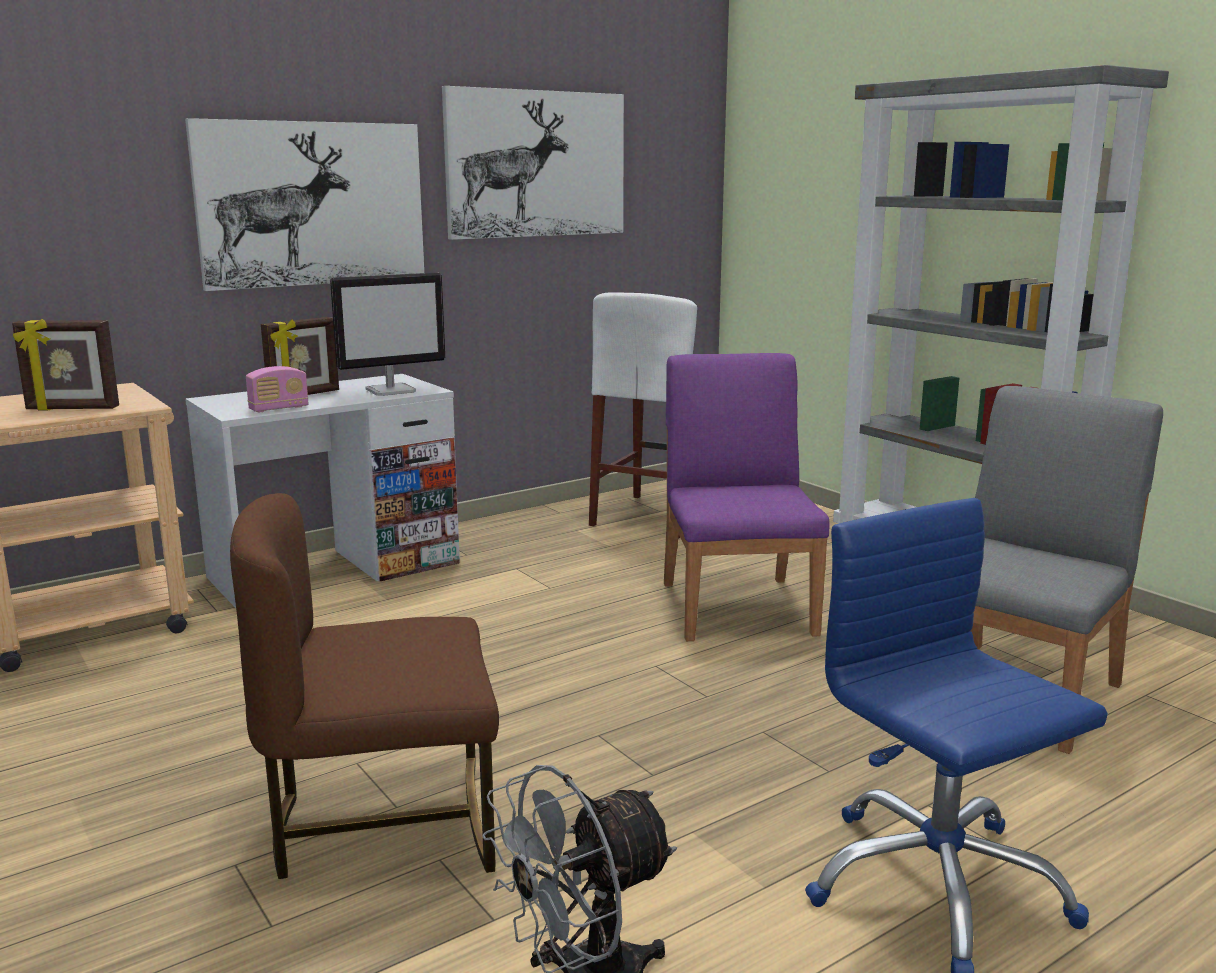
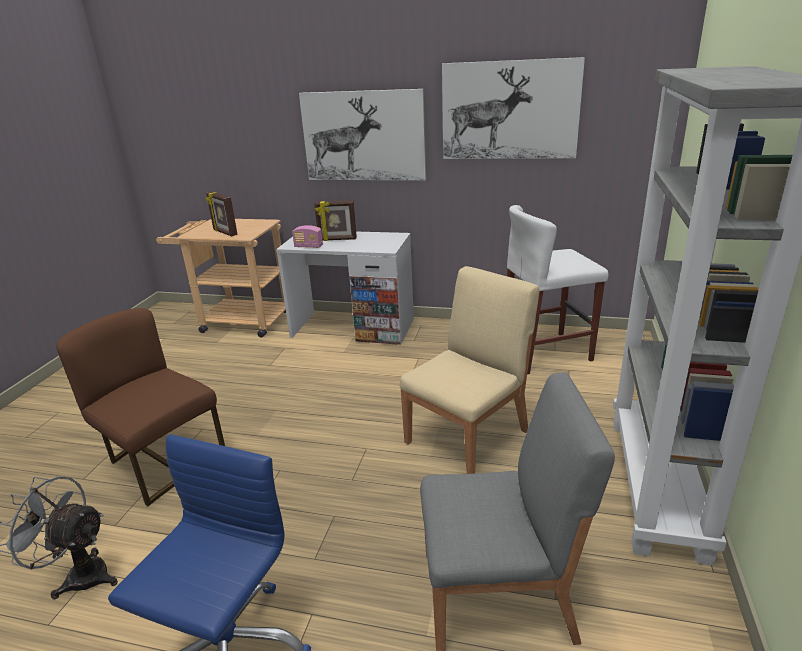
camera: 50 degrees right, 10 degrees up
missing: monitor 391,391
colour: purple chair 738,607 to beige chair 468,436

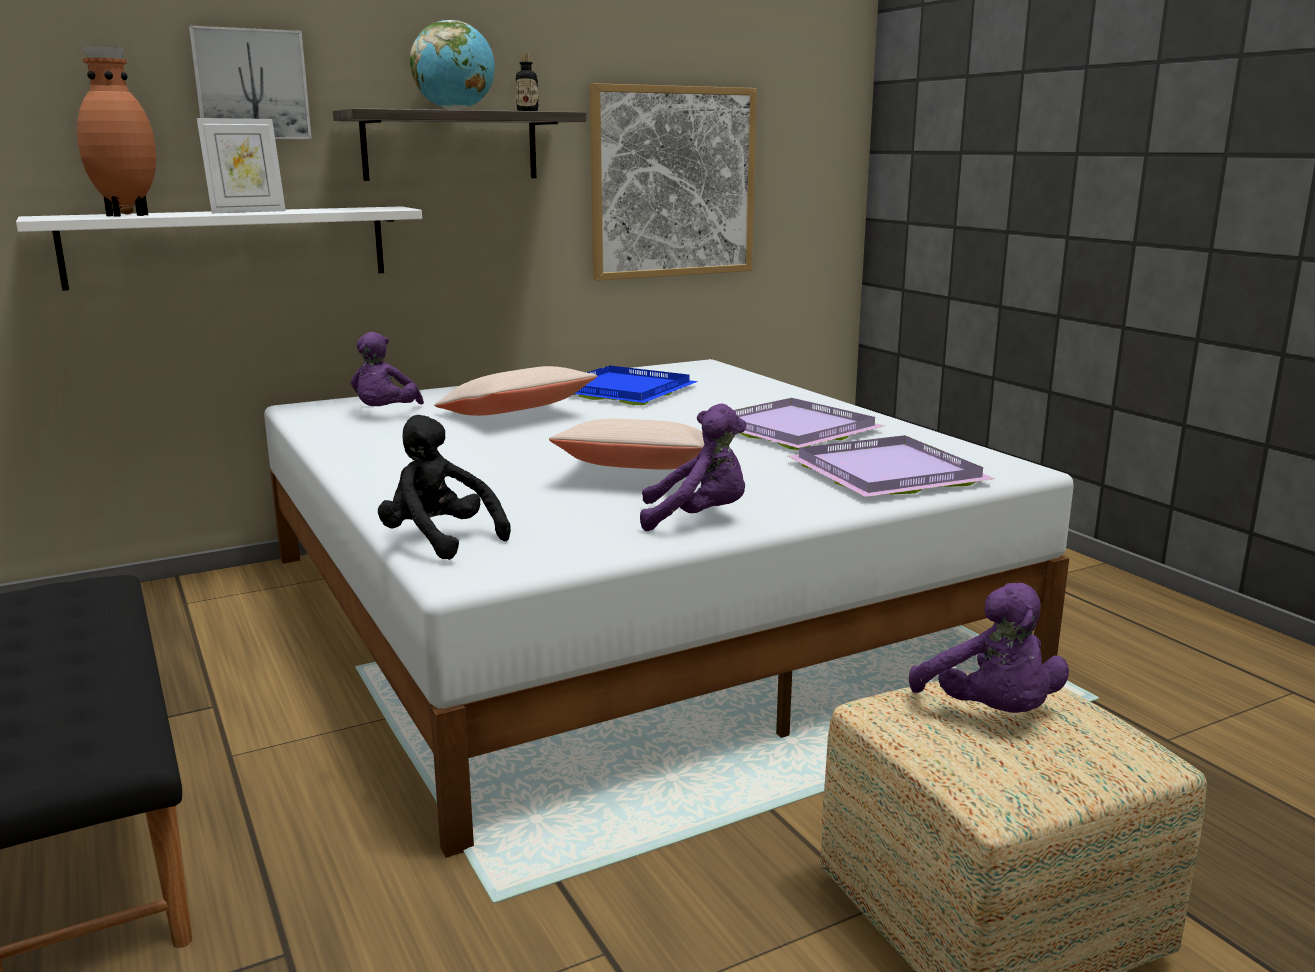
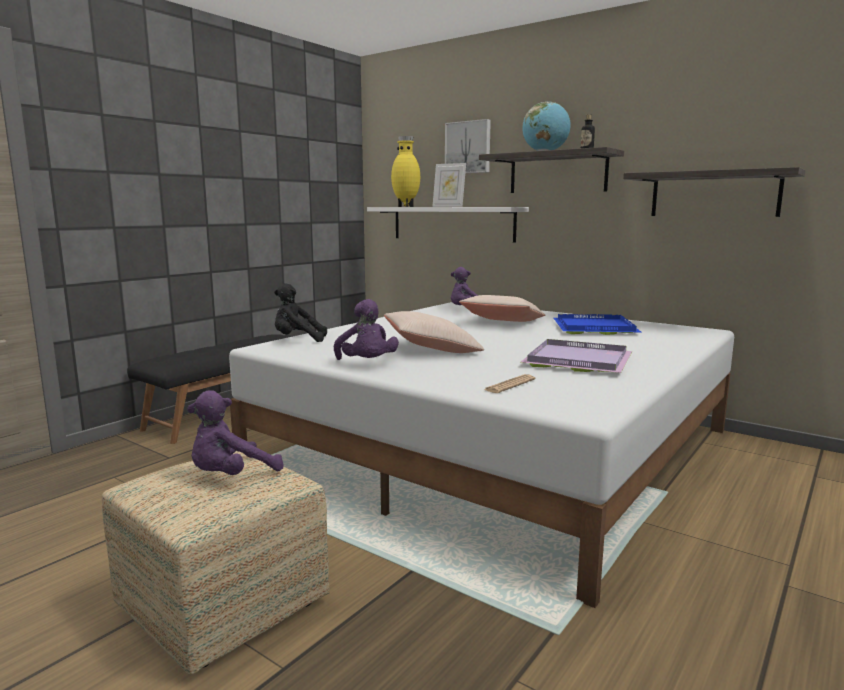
camera: 65 degrees right, 5 degrees down
exchanged: picture 673,182 to shelf 714,194; purple tray 883,473 to newspaper 509,385
colour: brown vase 127,215 to yellow vase 406,206
spun: black plush toy 439,540 = 298,340 105 degrees counterclockwise

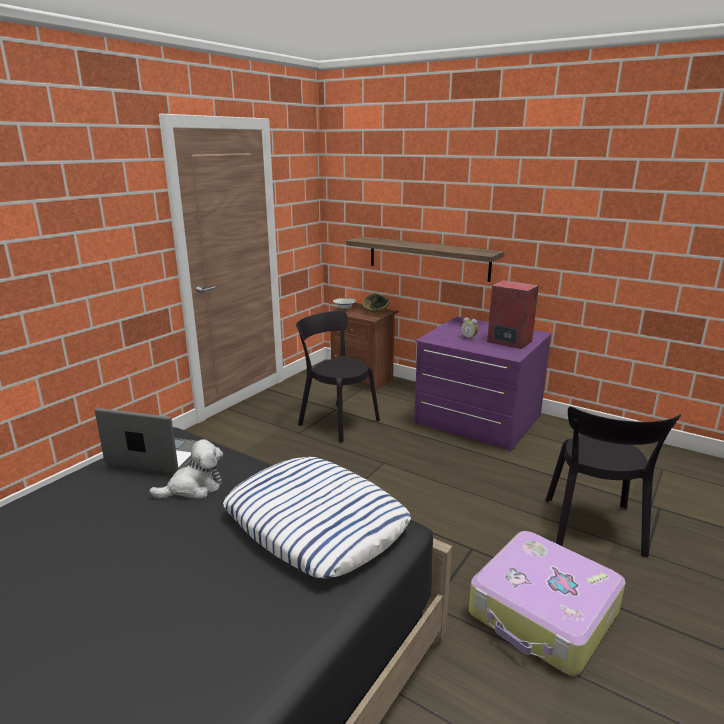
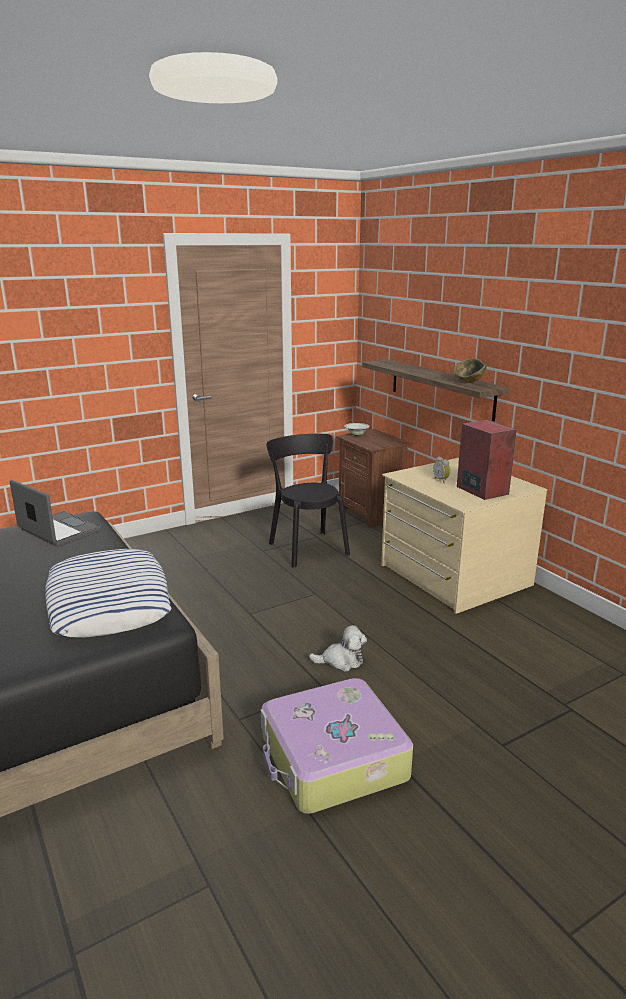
camera: 25 degrees right, 0 degrees up
missing: black chair 593,530
relocated: bowl 376,313 to 469,383; plush toy 194,487 to 341,661
colour: purple dresser 477,420 to beige dresser 453,575

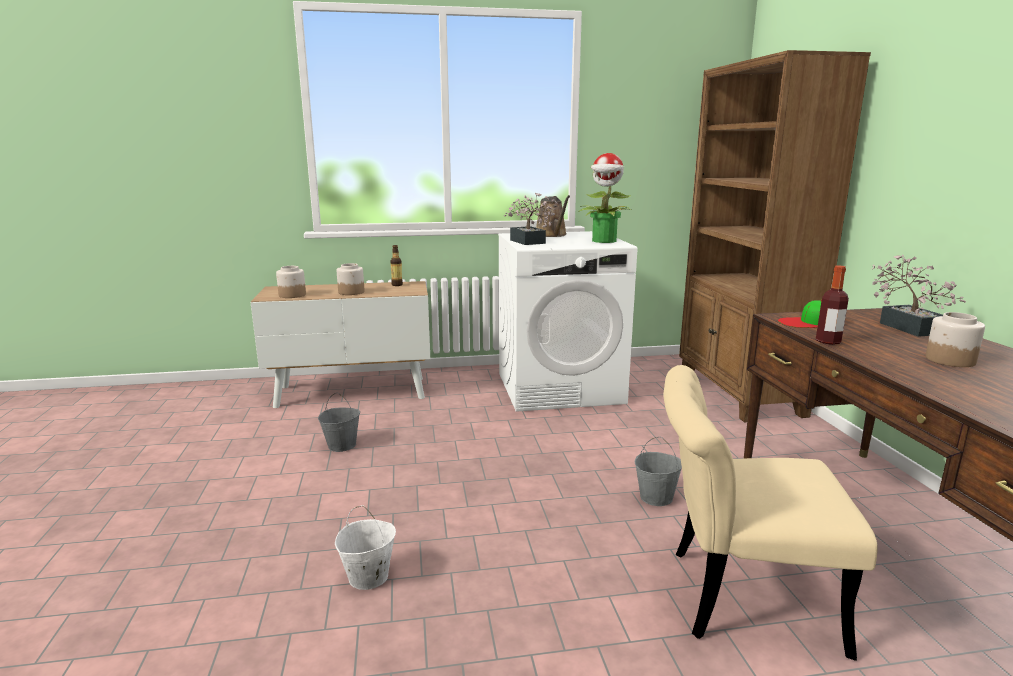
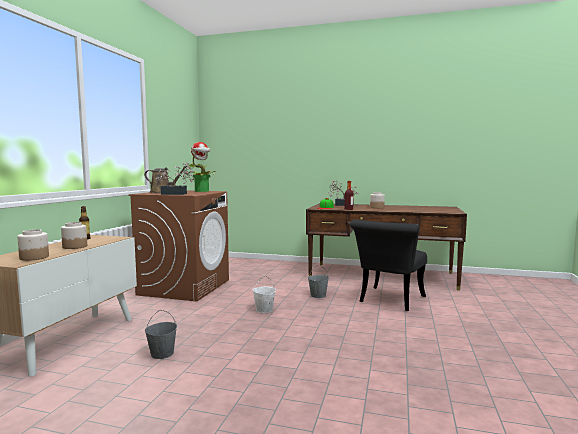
camera: 65 degrees left, 10 degrees down
missing: brown bookcase 739,393
relocated: white bucket 368,577 to 264,310
colour: white washing machine 560,388 to brown washing machine 185,287; beige chair 736,596 to black chair 388,301

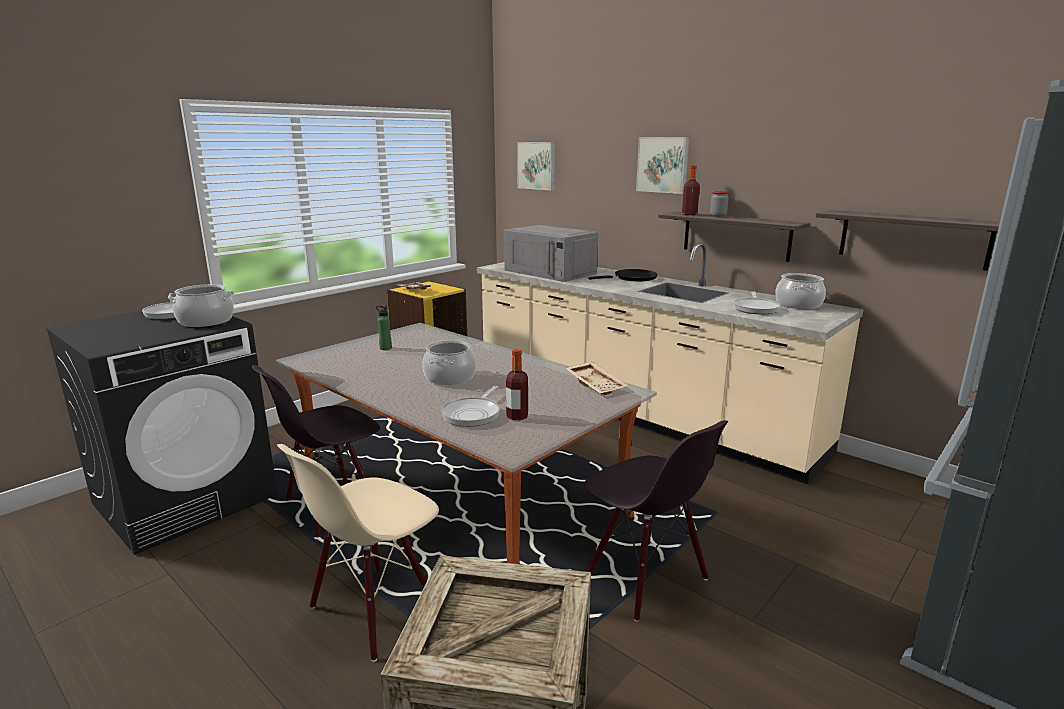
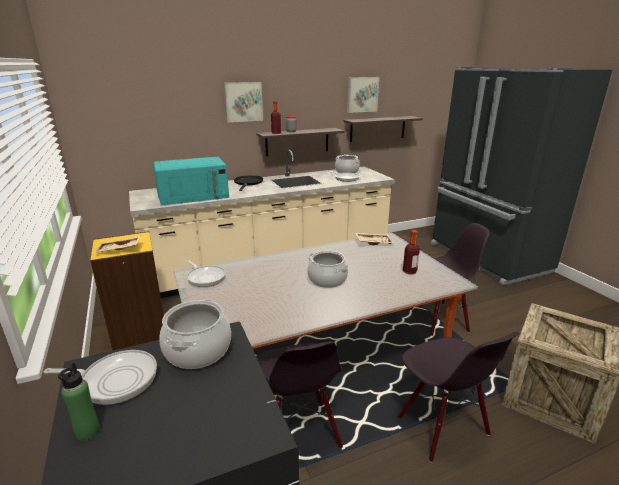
camera: 65 degrees left, 5 degrees up
relocated: picture 537,165 to 361,94; green bottle 385,348 to 87,431; frying pan 473,414 to 205,277
colour: grey microwave 551,272 to turquoise microwave 194,195; beige chair 374,610 to black chair 441,427

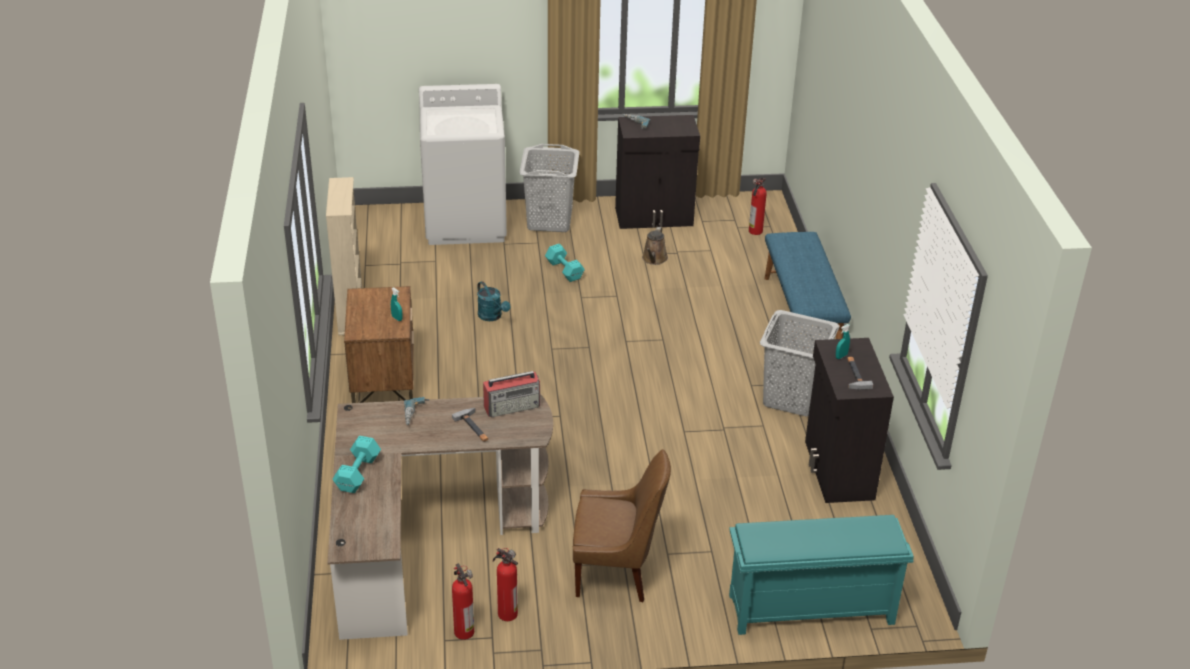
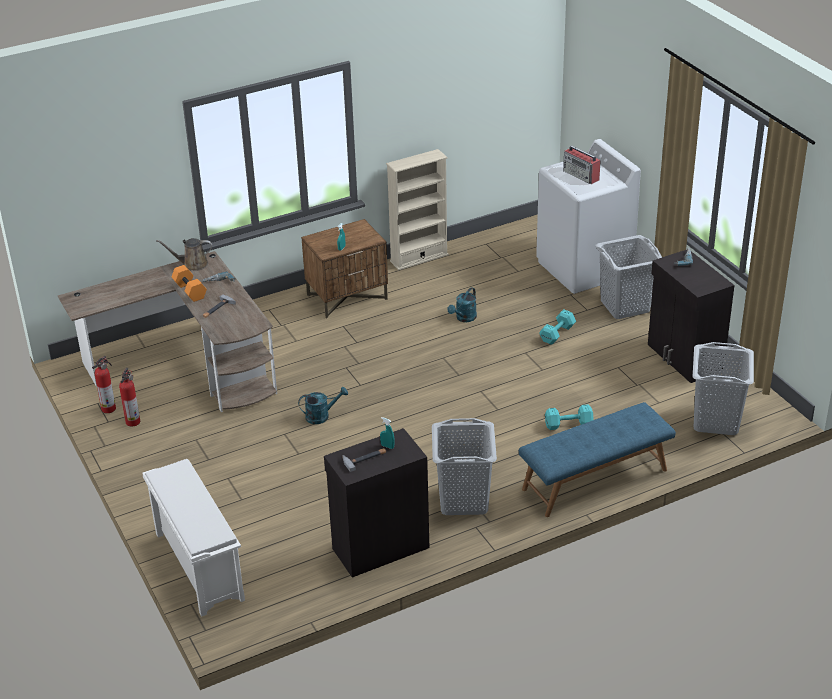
camera: 70 degrees right, 0 degrees up
missing: brown chair 616,573
appeared: orange dumbbell 190,290; turquoise watering can 321,416
relocated: brown watering can 654,259 to 192,264; radio 513,406 to 581,175; turquoise dumbbell 356,474 to 567,424
exchanged: fire extinguisher 755,231 to grey laundry basket 715,421
colour: turquoise shoe rack 809,610 to white shoe rack 197,565

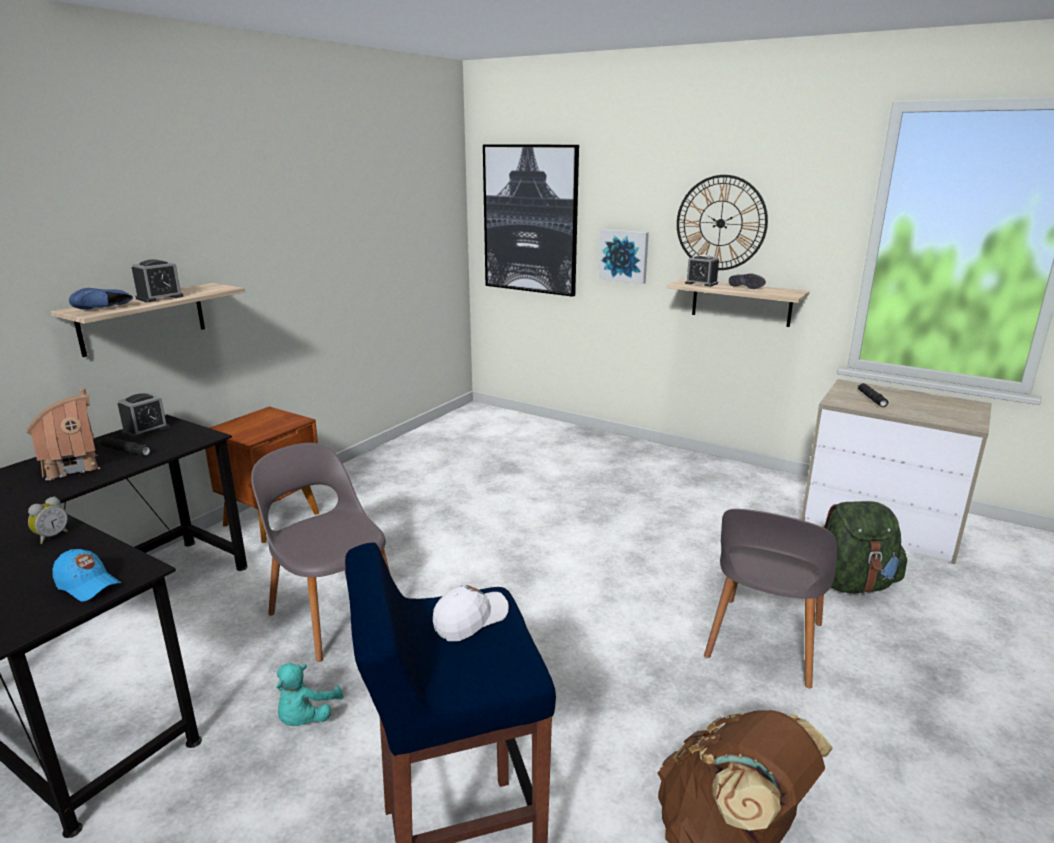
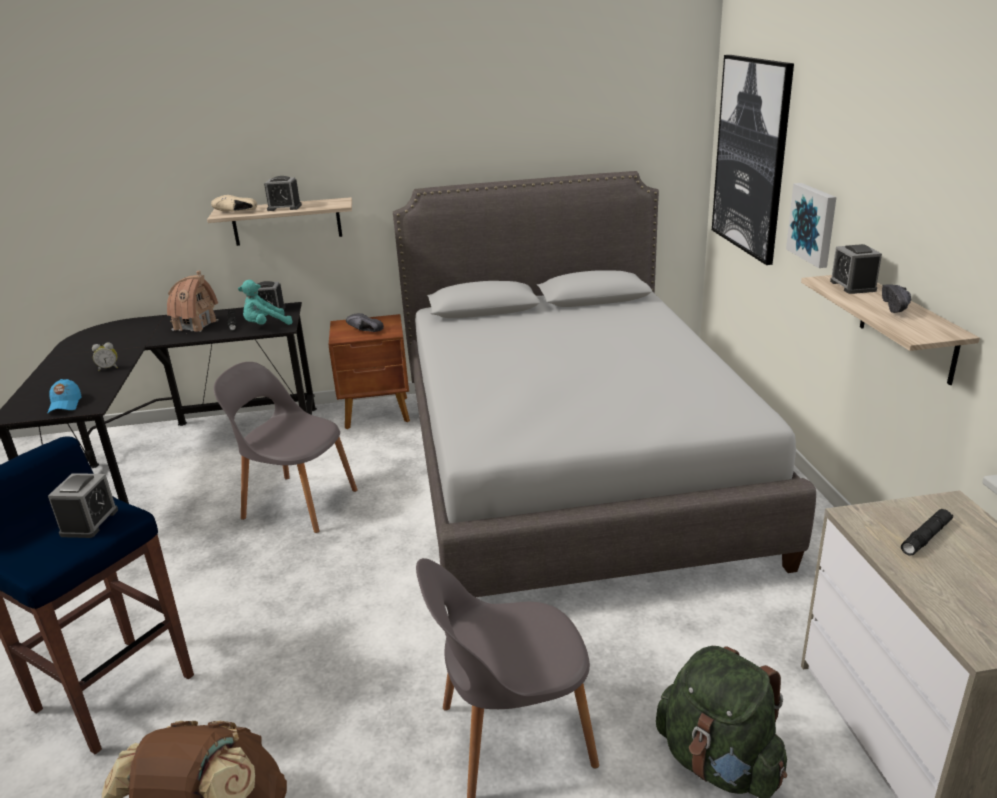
camera: 50 degrees right, 5 degrees up
missing: wall clock 720,223
appeared: grey bed 571,467; black shoe 363,331
relocated: turquoise plush toy 306,718 to 266,326
exchanged: white cap 470,620 to alarm clock 89,522
colour: blue shoe 106,309 to beige shoe 236,212
spun: grey chair 333,614 = 297,503 75 degrees counterclockwise

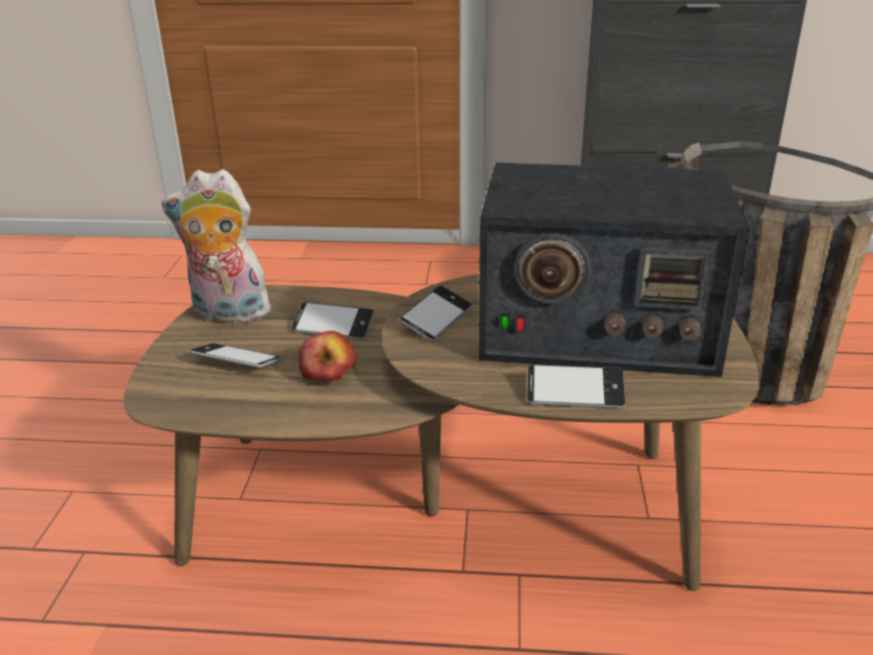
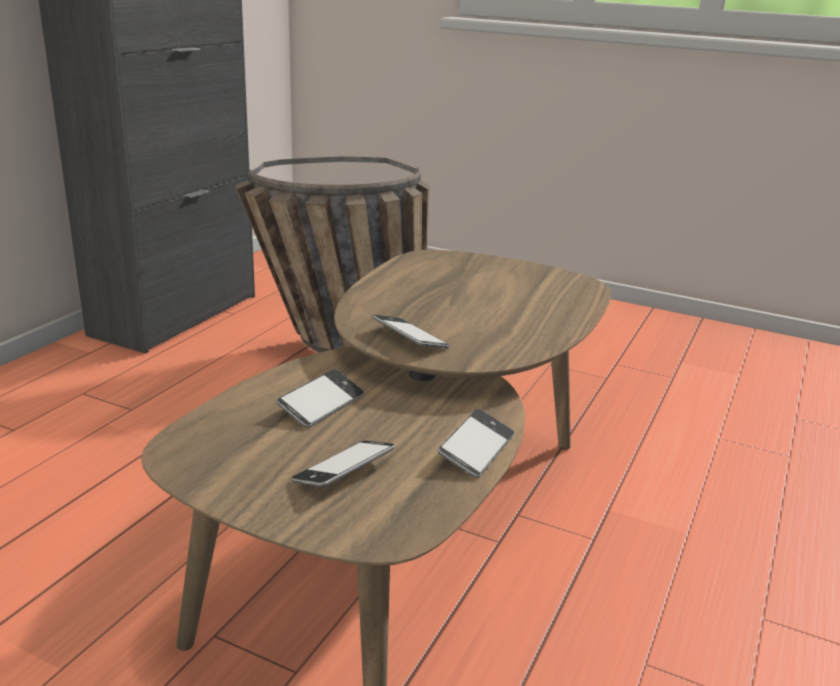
camera: 70 degrees left, 5 degrees down
missing: radio 594,330; plush toy 227,314; apple 329,371
relocated: phone 574,394 to 476,450

